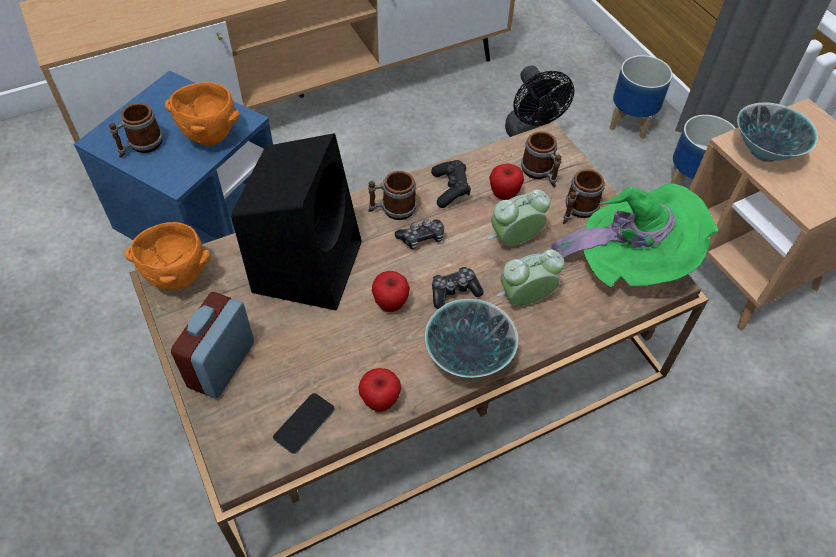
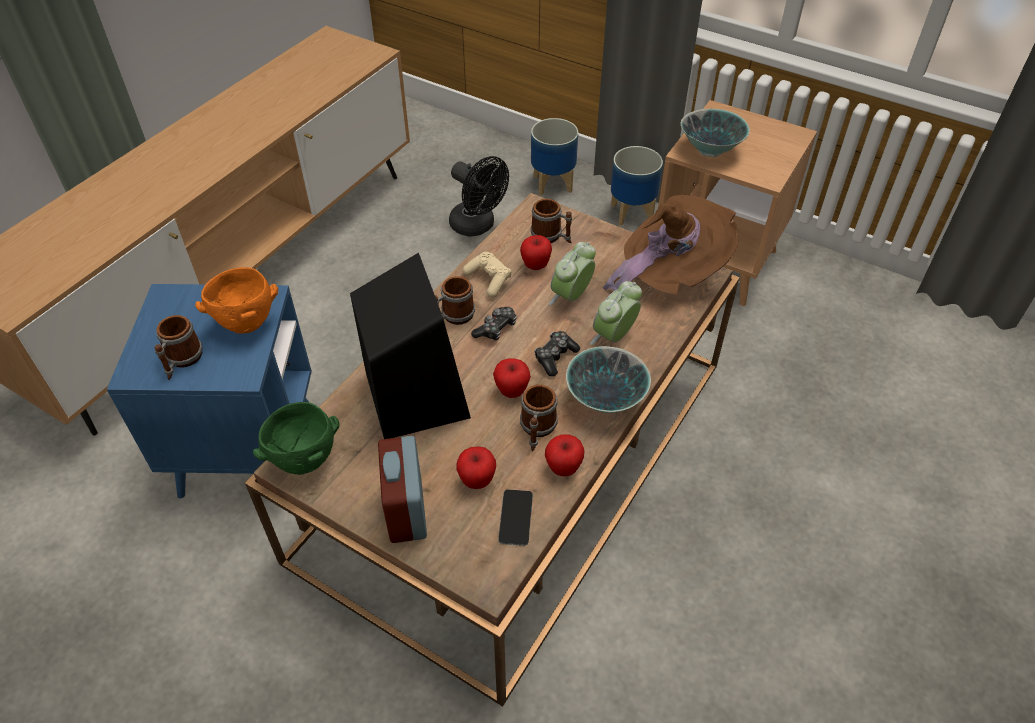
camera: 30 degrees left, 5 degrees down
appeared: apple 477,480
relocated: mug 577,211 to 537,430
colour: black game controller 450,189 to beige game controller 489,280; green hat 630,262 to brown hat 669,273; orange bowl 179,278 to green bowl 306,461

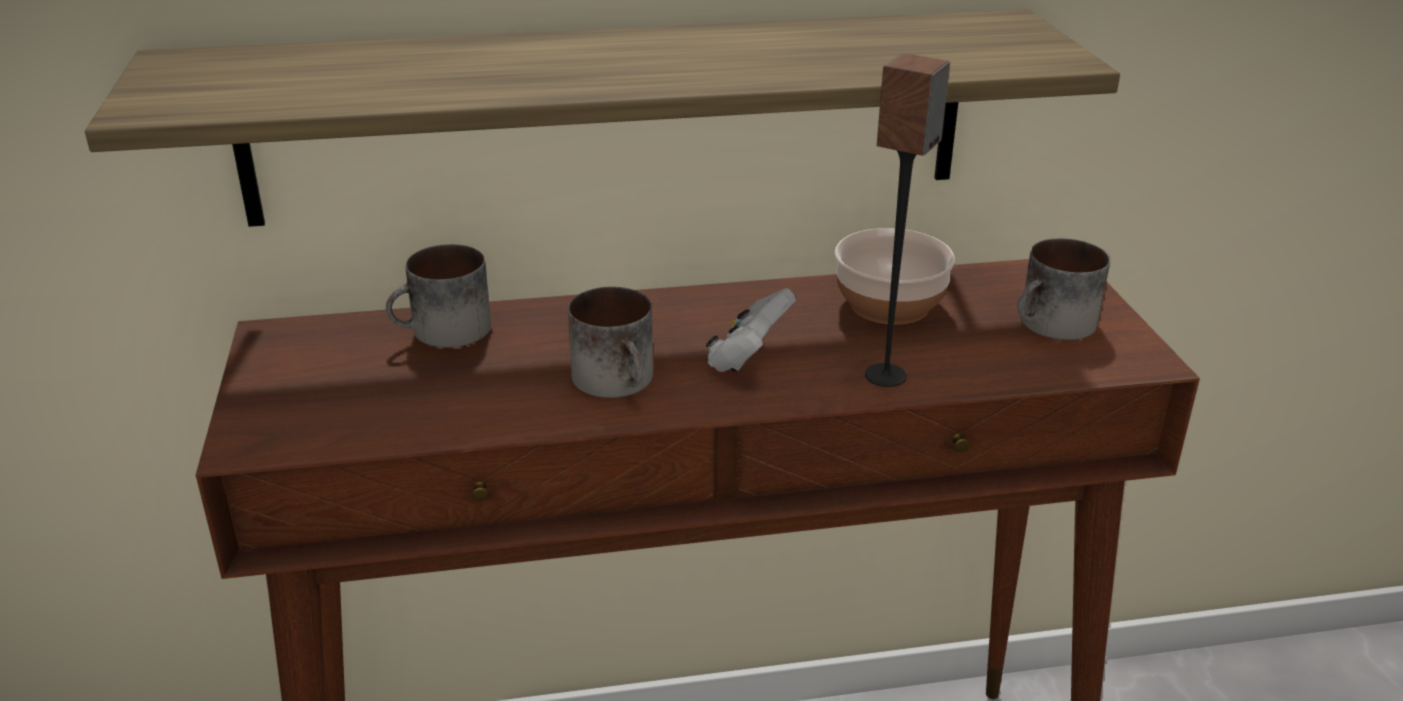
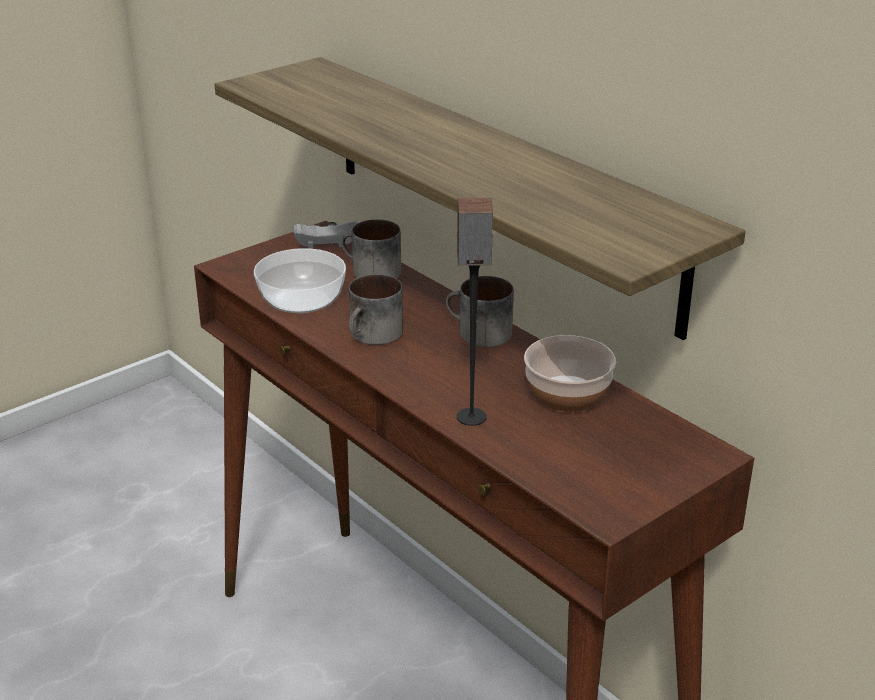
camera: 60 degrees right, 0 degrees up
appeared: bowl 303,300
relocated: mug 1053,326 to 477,333; white game controller 748,358 to 326,249

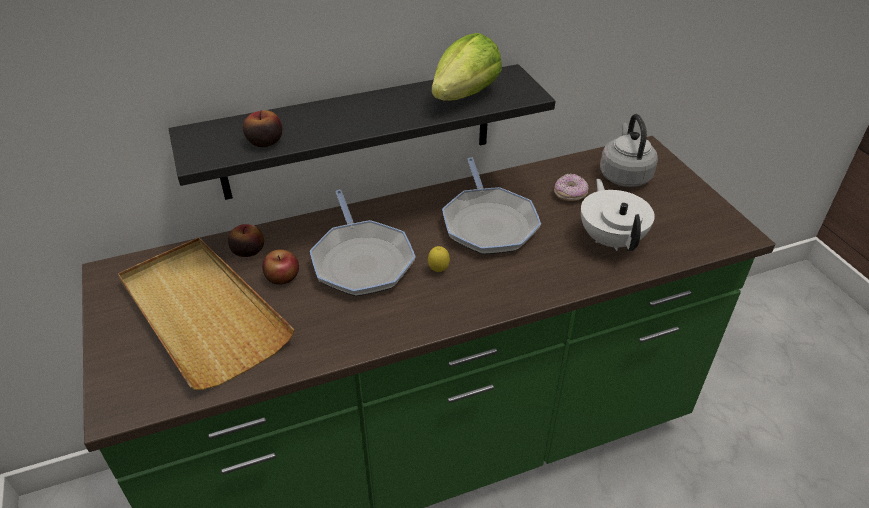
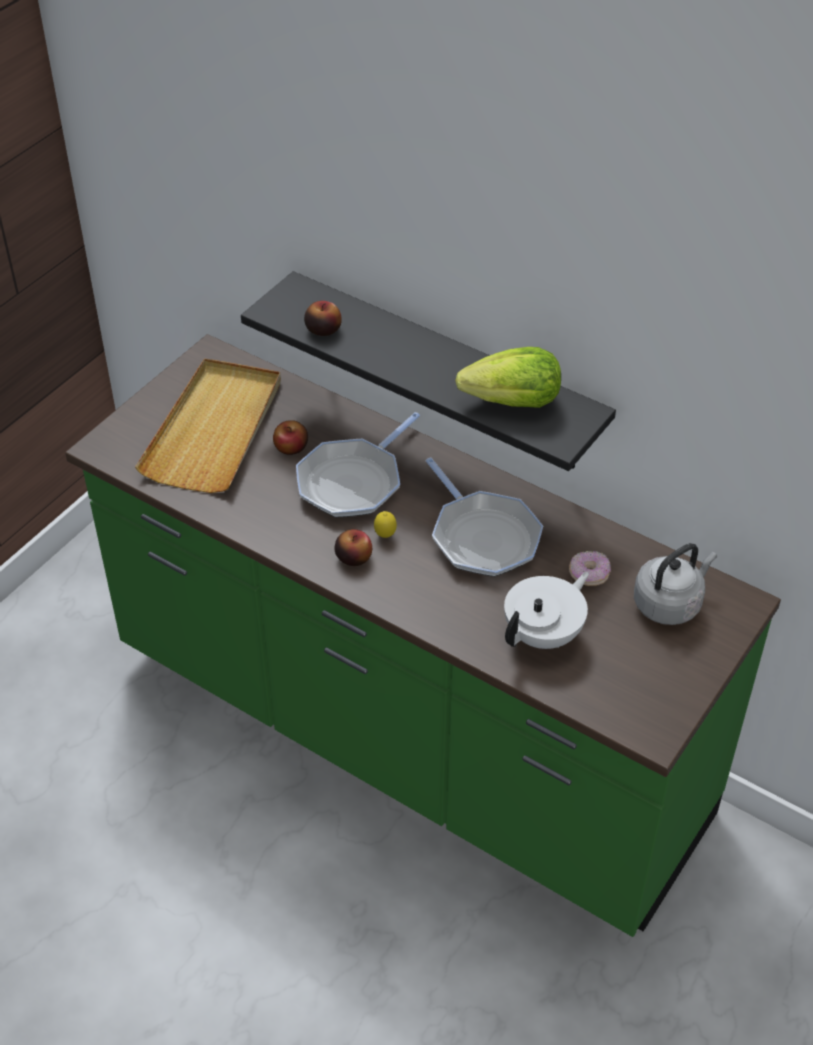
camera: 55 degrees right, 5 degrees up
relocated: apple 248,250 to 353,557
spun: frying pan 488,223 = 482,536 75 degrees counterclockwise

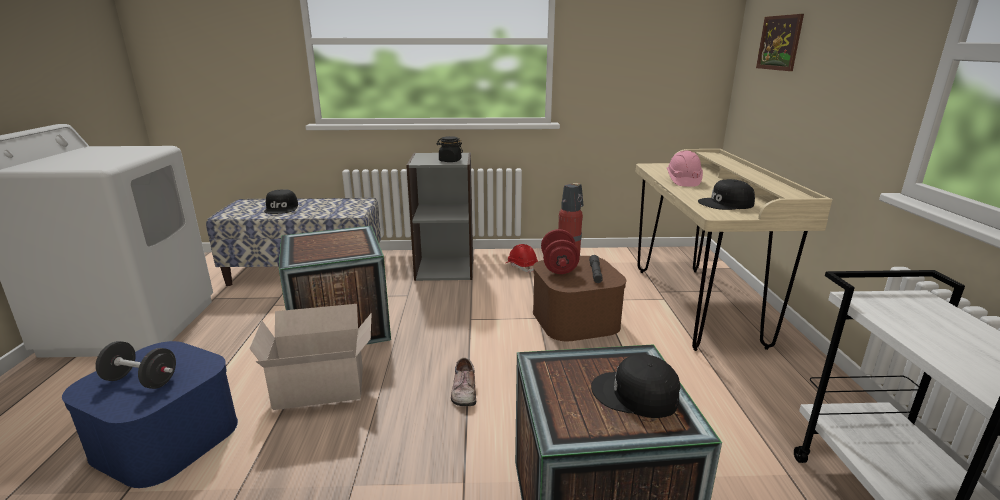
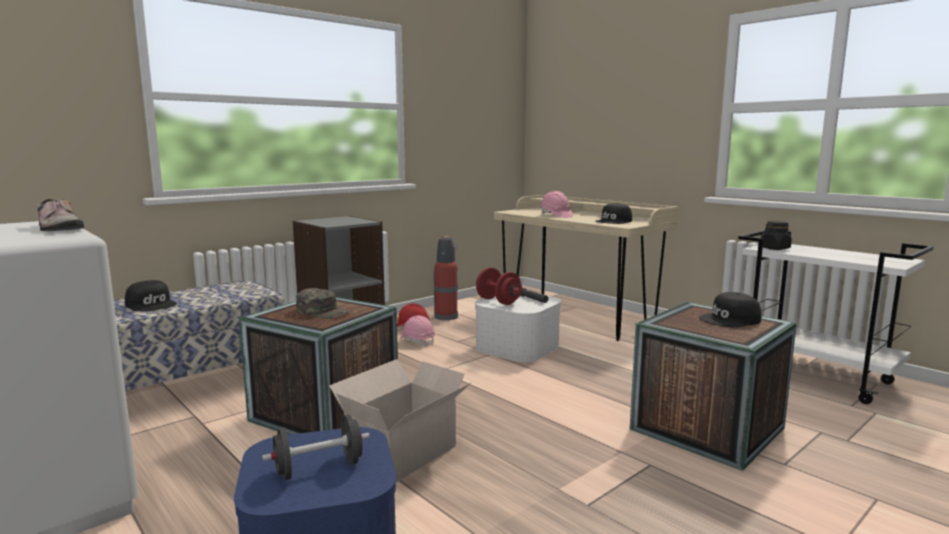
camera: 40 degrees left, 10 degrees down
missing: picture 779,42
appeared: green cap 323,311; pink hard hat 417,341
relocated: black jar 450,161 to 774,248; shoe 463,390 to 57,228
colour: brown storage box 575,318 to white storage box 517,347

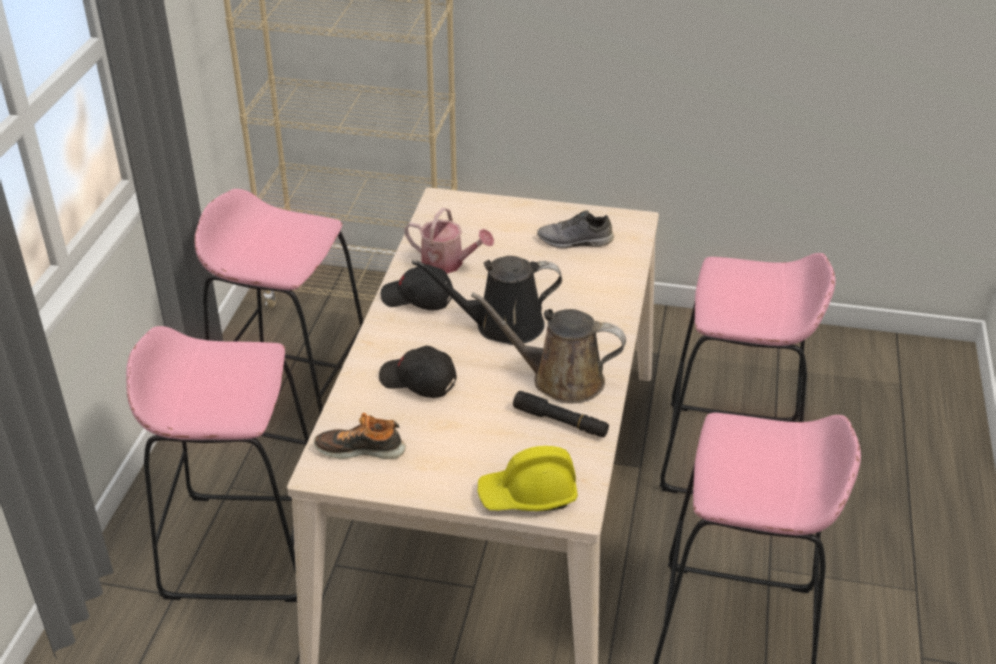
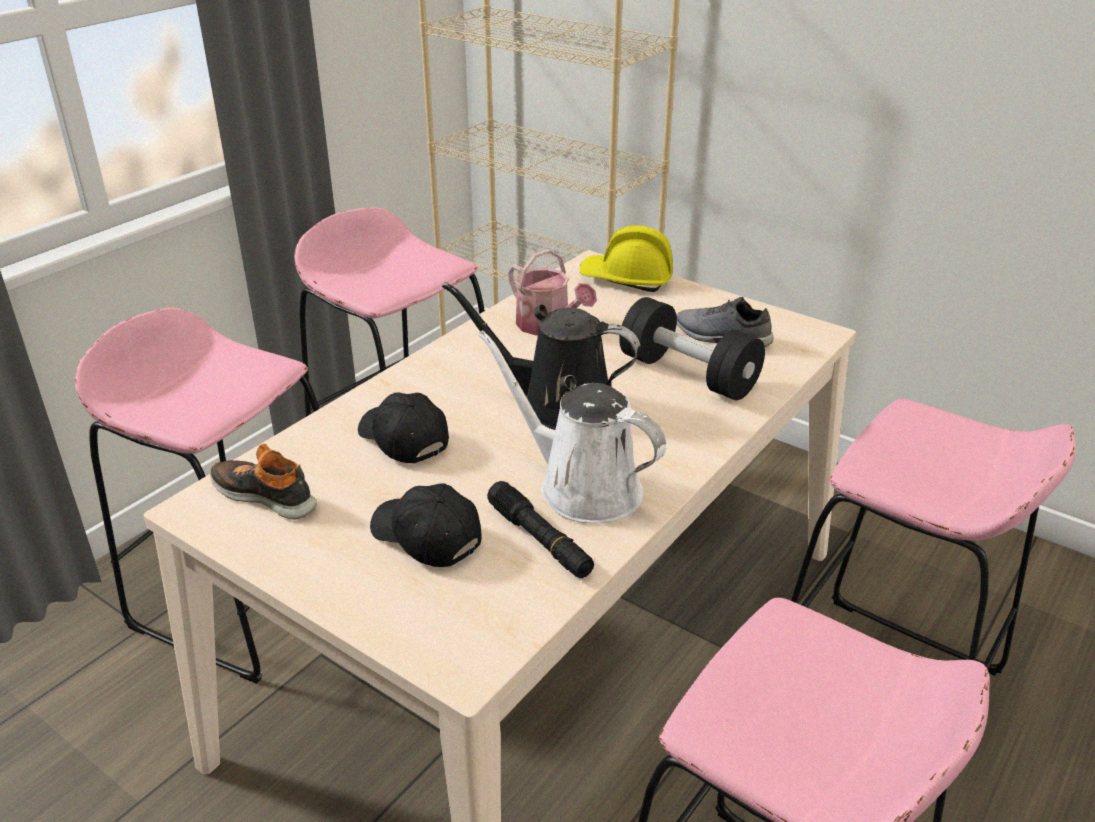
camera: 25 degrees right, 5 degrees down
appeared: black dumbbell 688,374
relocated: black cap 417,299 to 425,537; yellow hard hat 528,495 to 626,279
colour: brown watering can 560,379 to white watering can 581,487

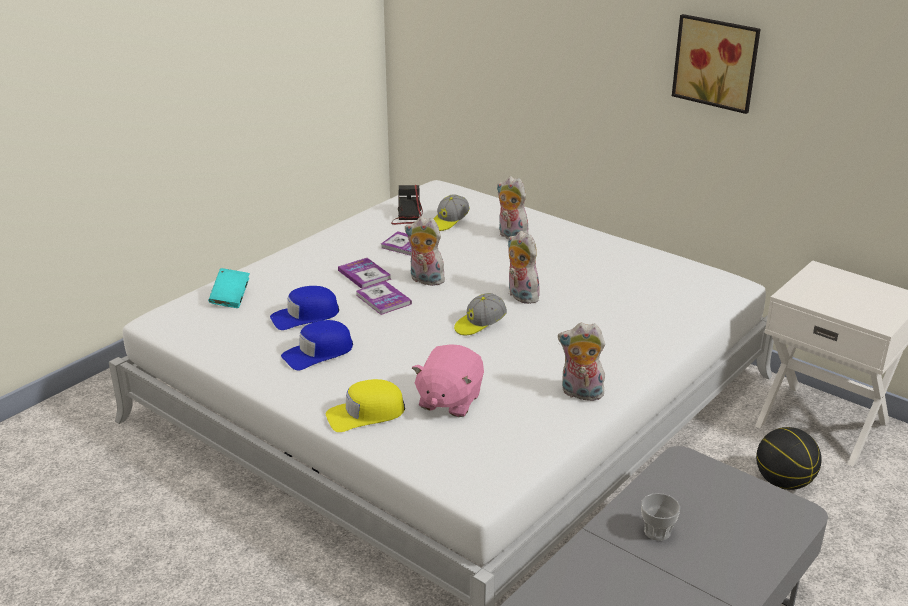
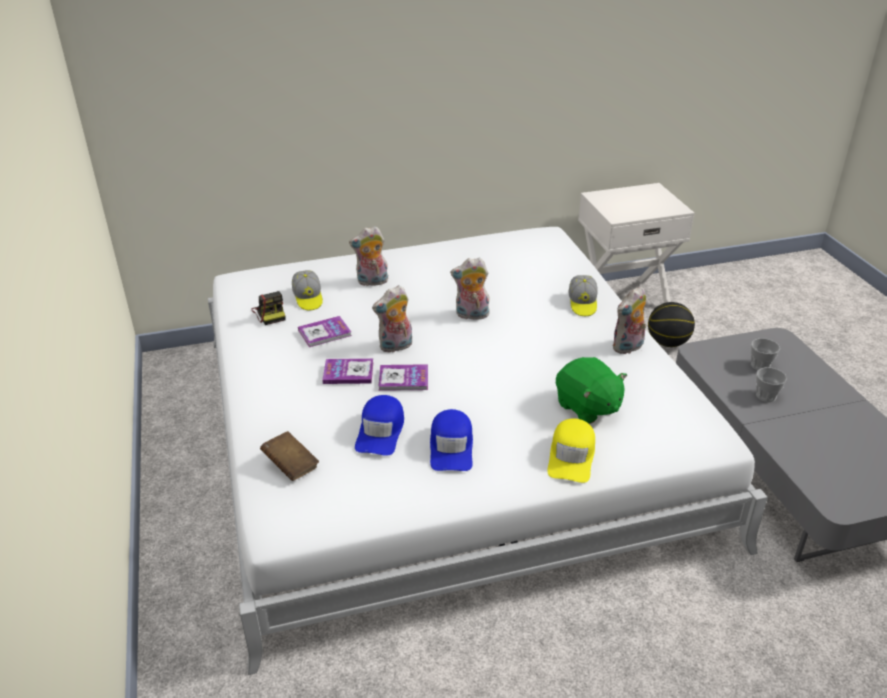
camera: 55 degrees left, 5 degrees up
missing: picture 717,62
appeared: cup 760,365
relocated: cap 480,325 to 582,303
colour: turquoise book 230,298 to brown book 291,466; pink plush toy 449,400 to green plush toy 587,407
spun: photo camera 408,217 = 270,313 150 degrees counterclockwise

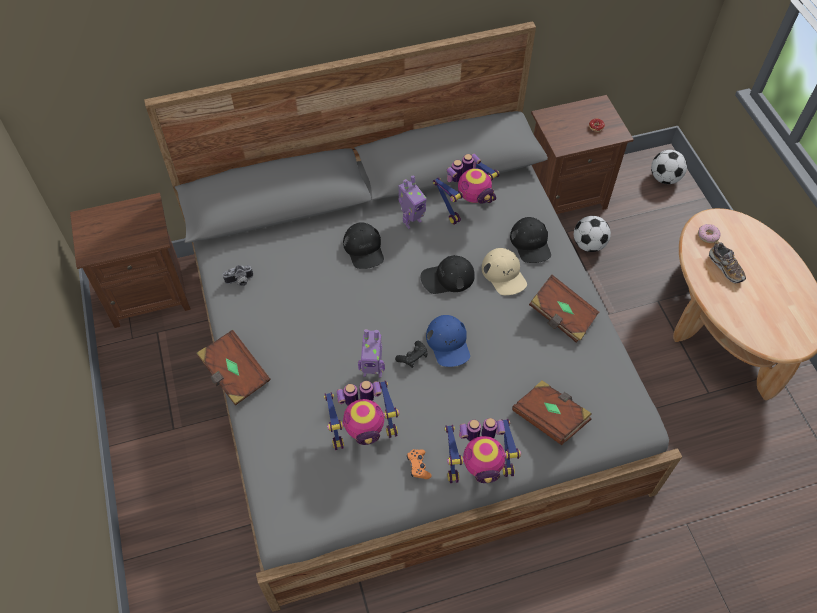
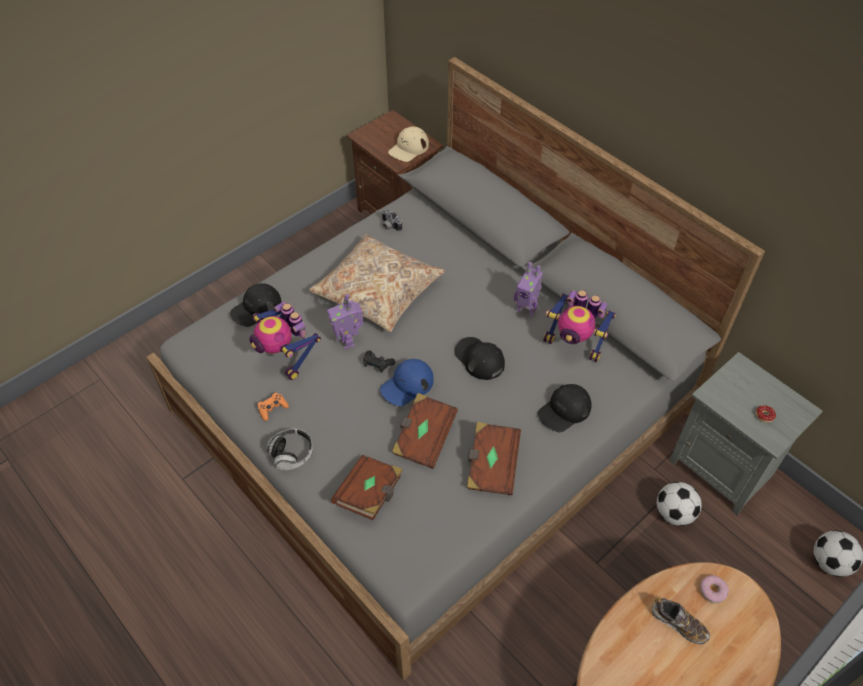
camera: 65 degrees right, 5 degrees down
appeared: beige pillow 378,290
relocated: black cap 364,249 to 256,308; beige cap 504,274 to 408,148; brown book 235,375 to 423,438
exchanged: toy robot 479,467 to headphones 292,454
colour: brown nightstand 564,195 to grey nightstand 722,467
spun: shoe 725,267 = 678,623 90 degrees counterclockwise

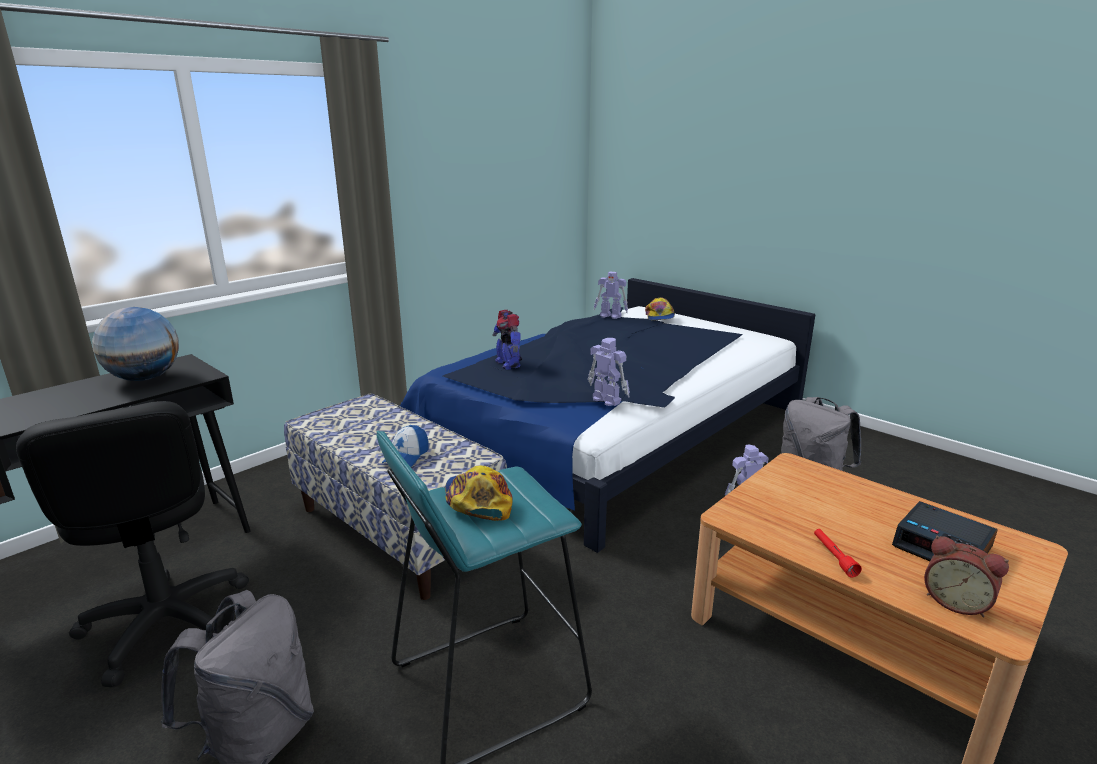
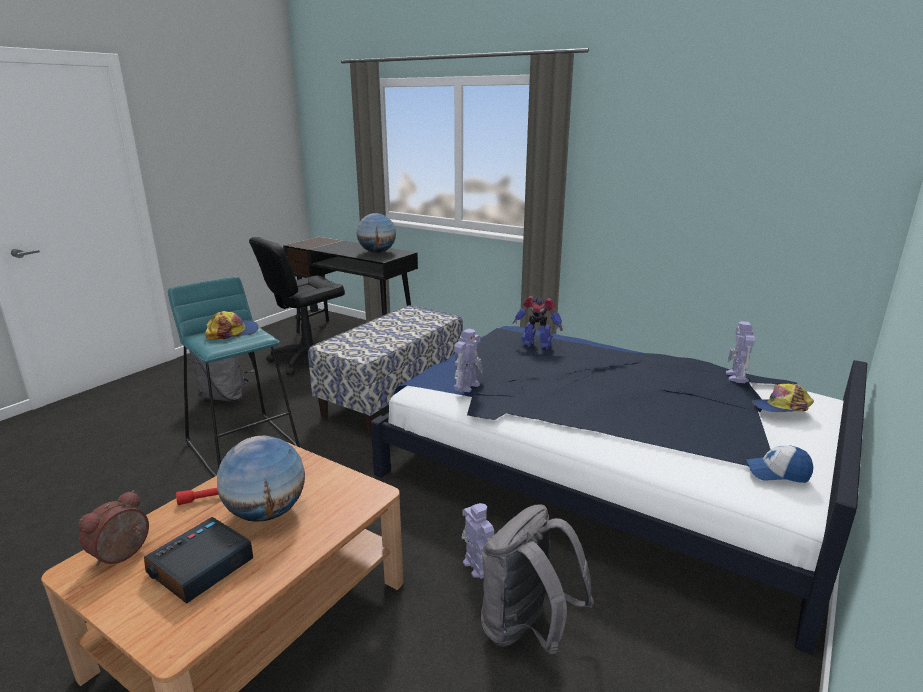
camera: 80 degrees right, 0 degrees up
appeared: globe 266,513
relocated: cap 406,456 to 777,473
spun: toy robot 508,364 = 536,345 120 degrees counterclockwise

